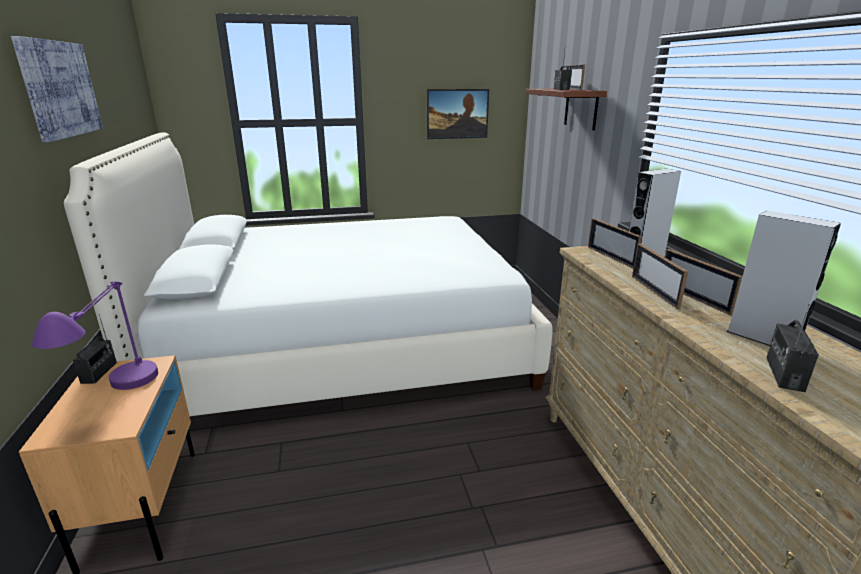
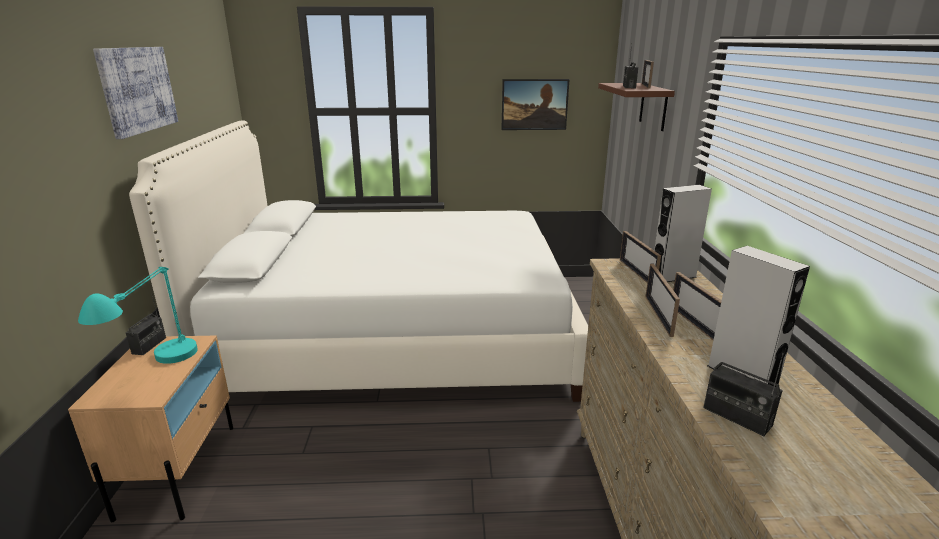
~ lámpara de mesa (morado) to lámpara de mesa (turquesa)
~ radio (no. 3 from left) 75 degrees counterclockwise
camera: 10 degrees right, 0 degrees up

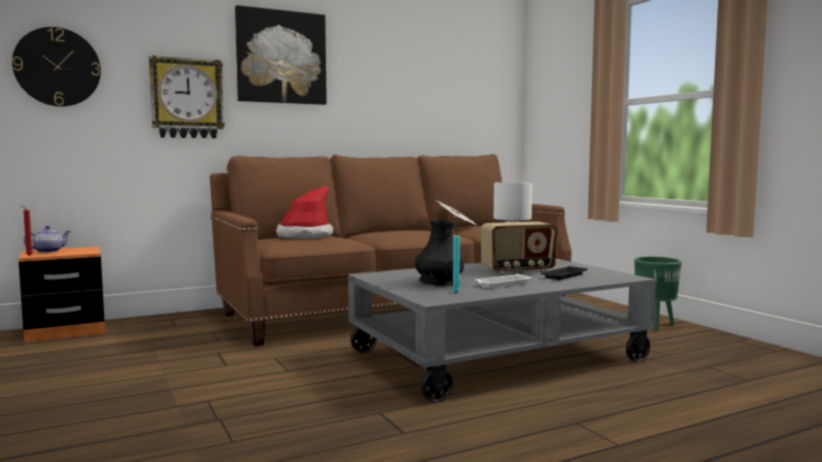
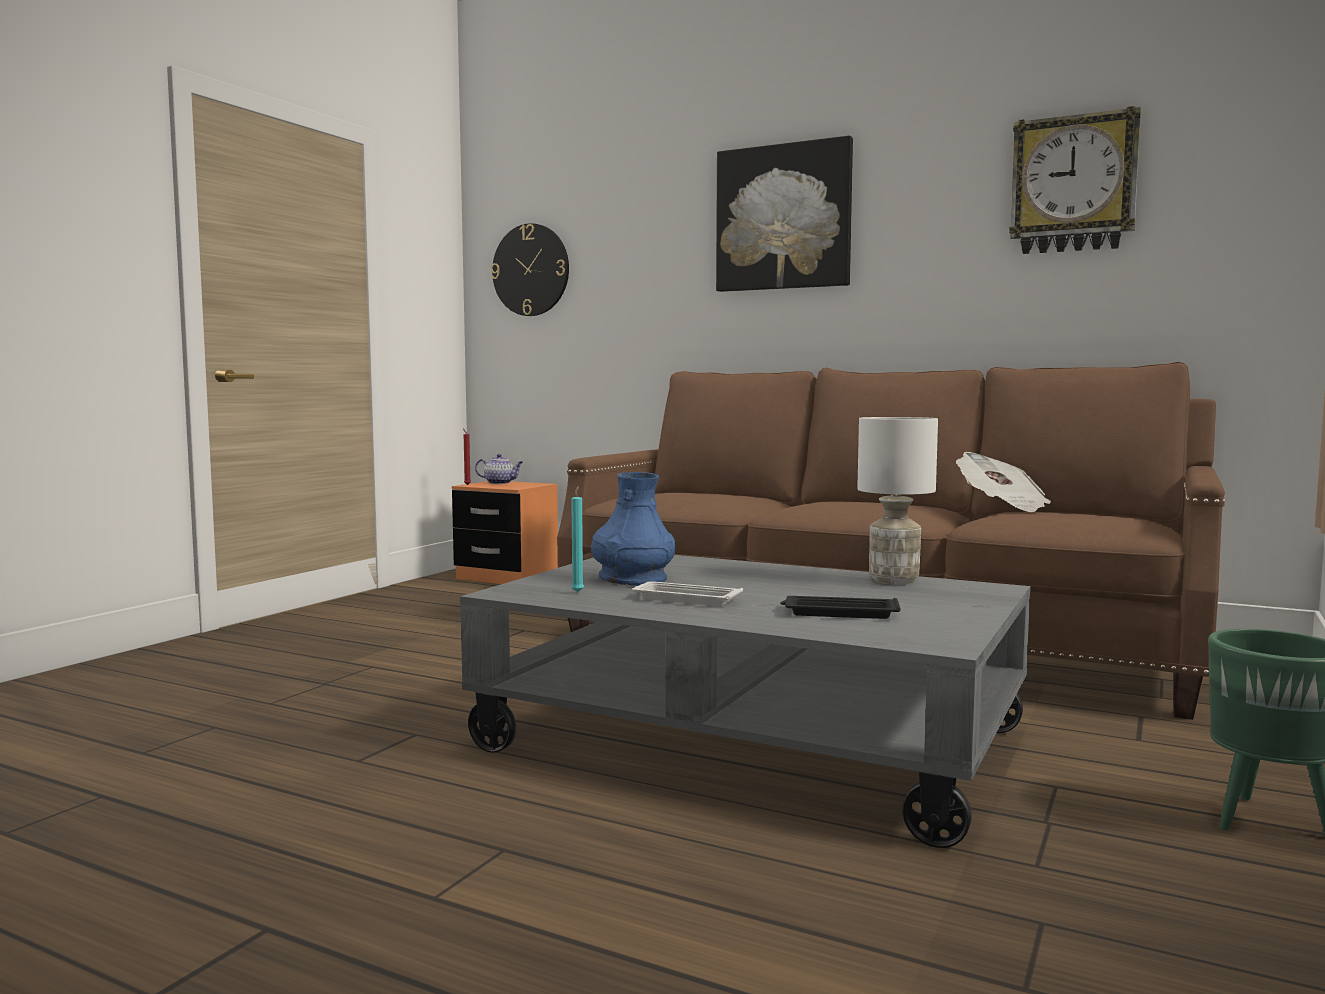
~ florero (negro) to florero (azul)
~ reloj de pared (no. 2 from left)
- sombrero
- radio
camera: 55 degrees right, 0 degrees up

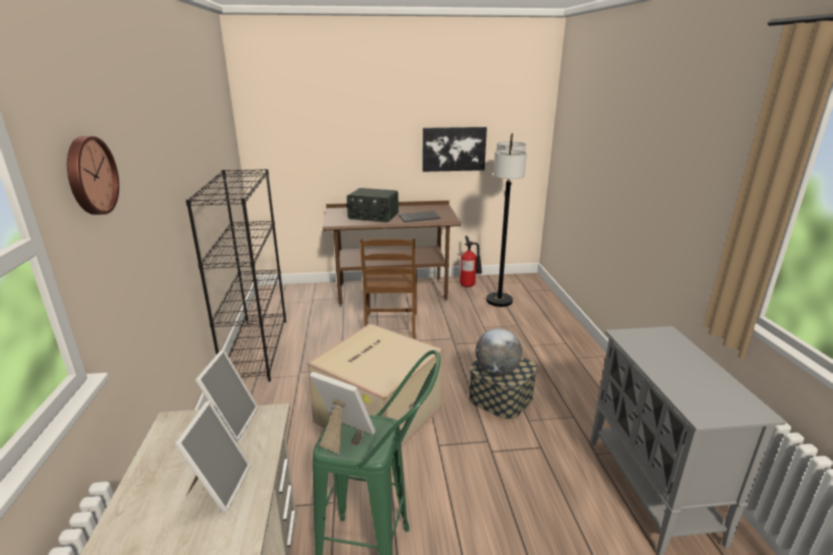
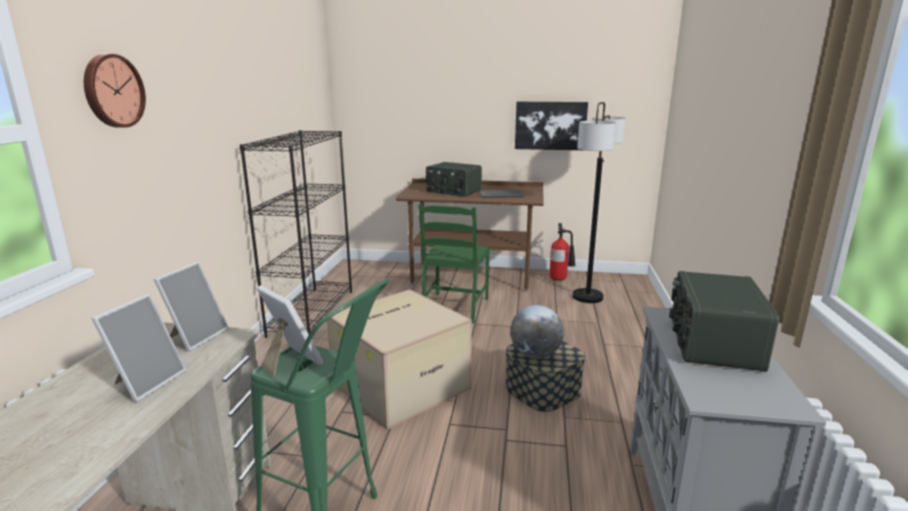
~ silla (marrón) to silla (verde)
+ radio (no. 2 from left)
camera: 15 degrees right, 5 degrees down

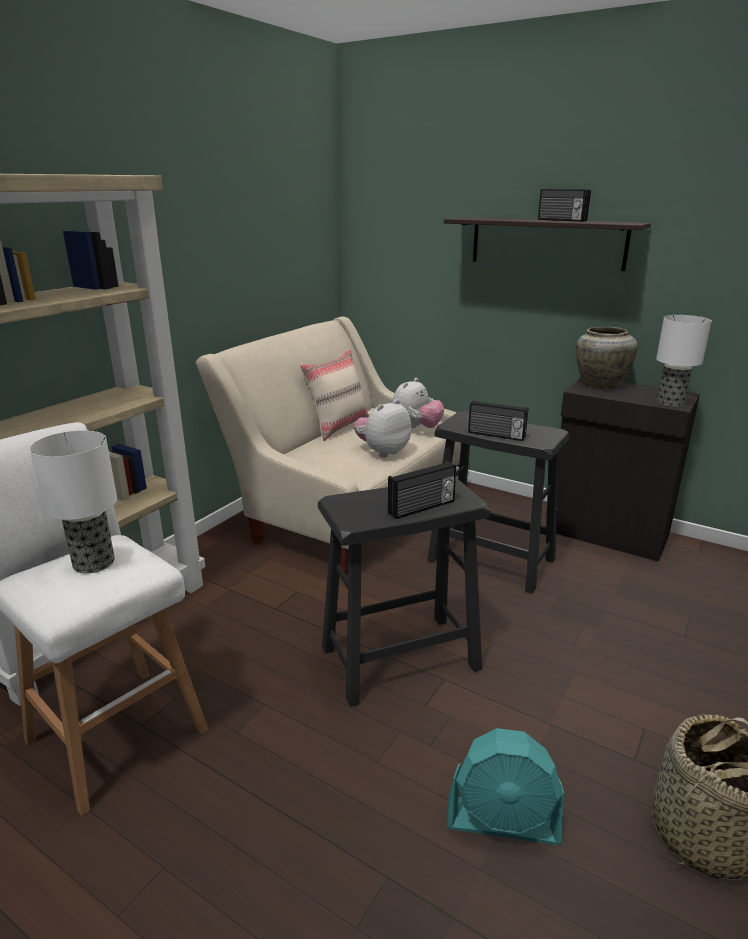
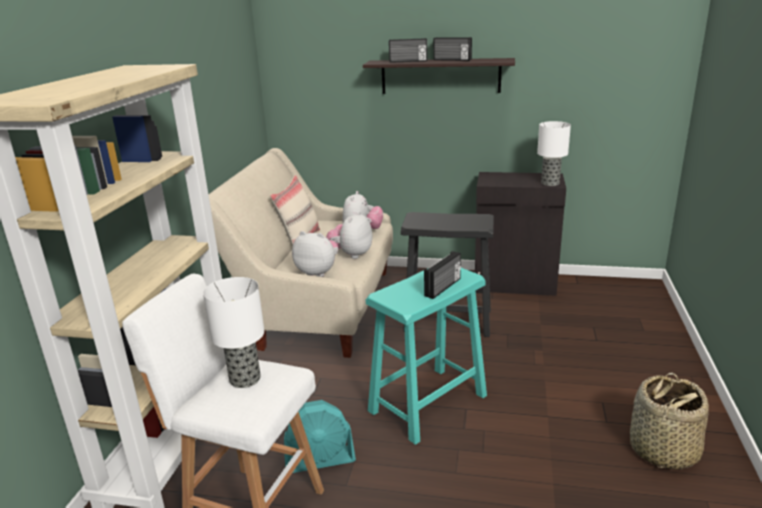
~ ventilador (turquesa)
+ peluche (no. 1 from left)
~ taburete (negro) (no. 1 from left) to taburete (turquesa)
~ radio (no. 2 from left in the first image) to radio (no. 1 from left)
- florero (beis)
camera: 20 degrees left, 0 degrees up

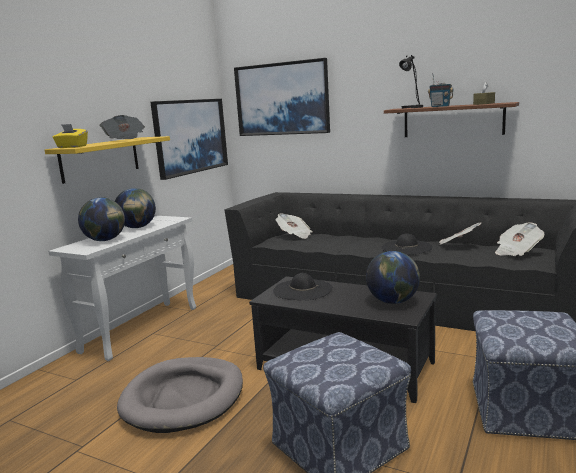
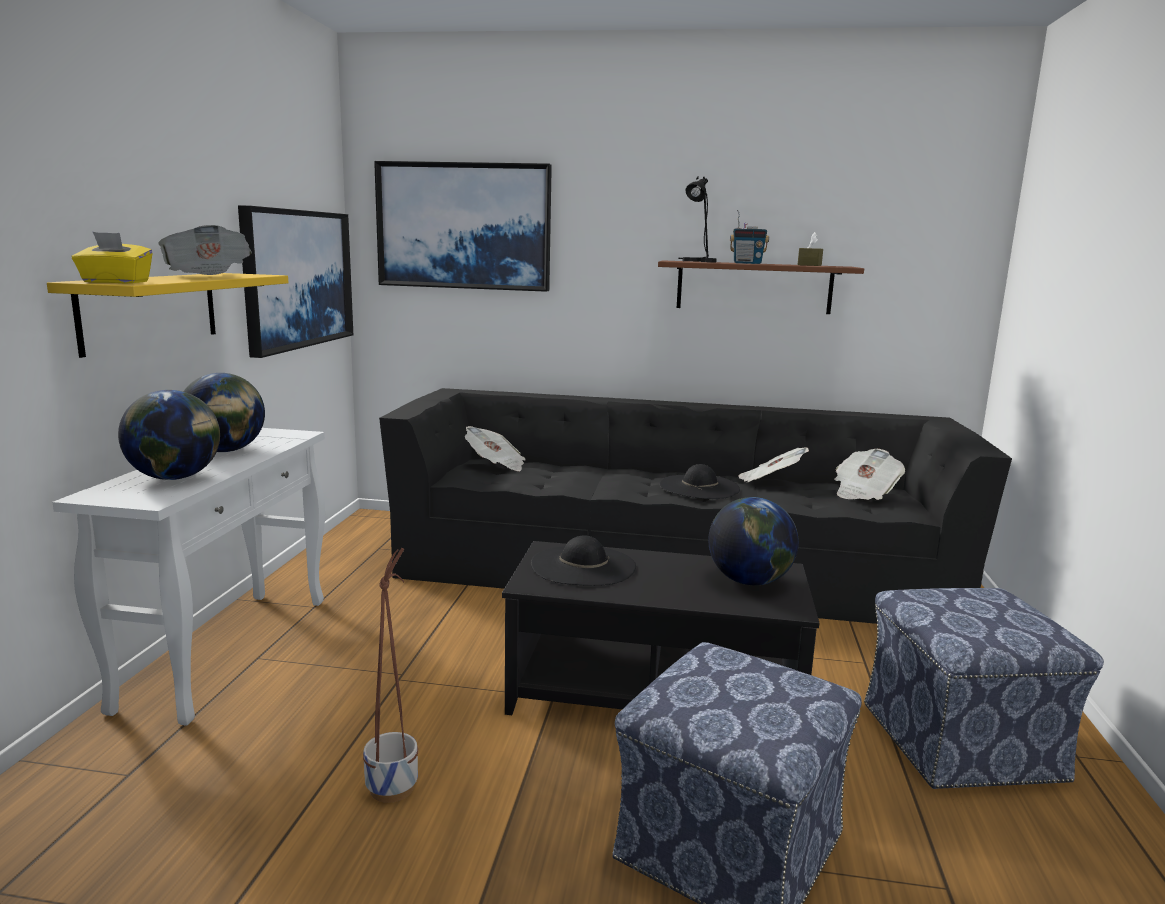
~ cama para perro (gris) to maceta
camera: 20 degrees left, 0 degrees up

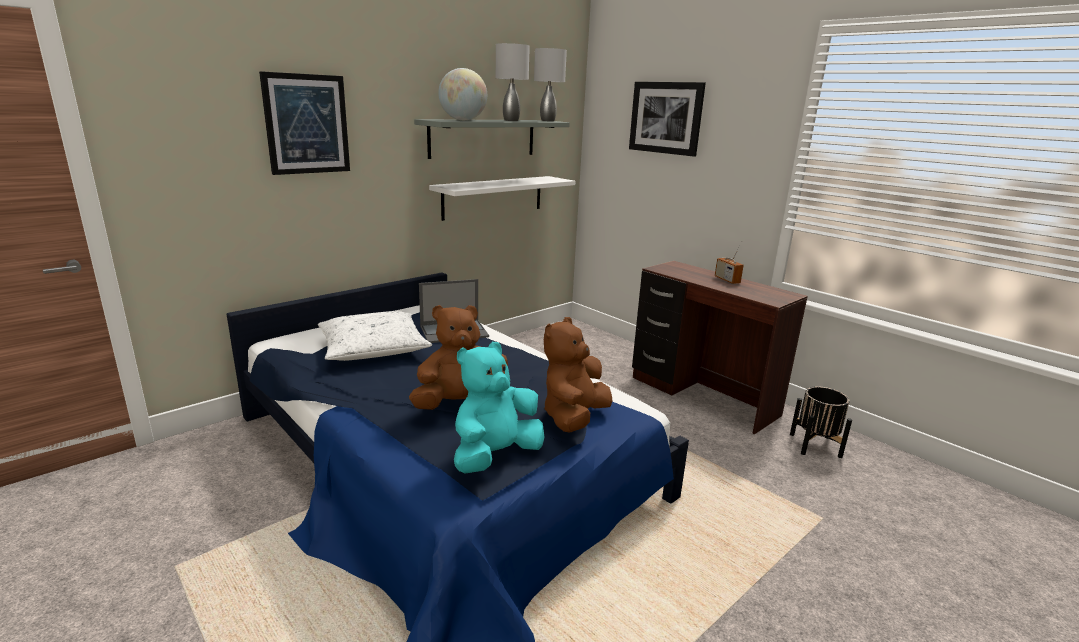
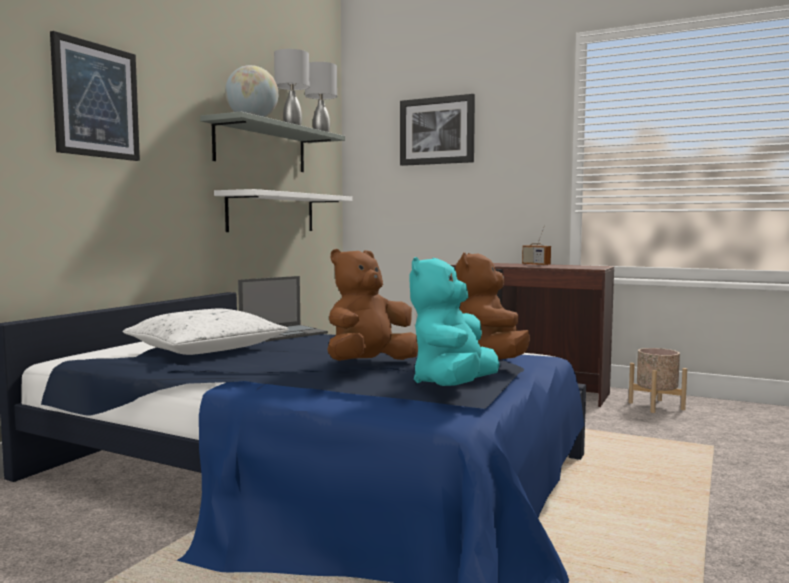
~ maceta (negro) to maceta (beis)
camera: 20 degrees left, 15 degrees down

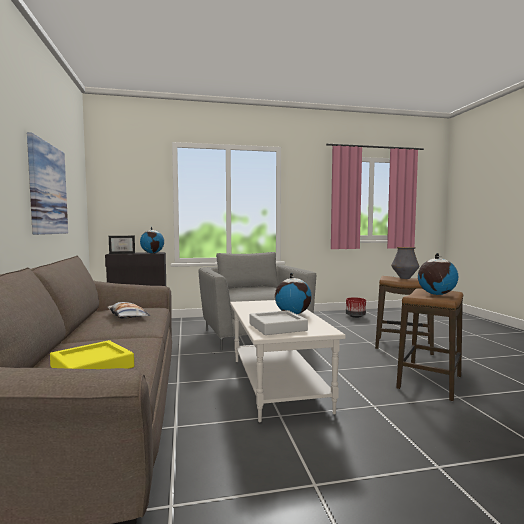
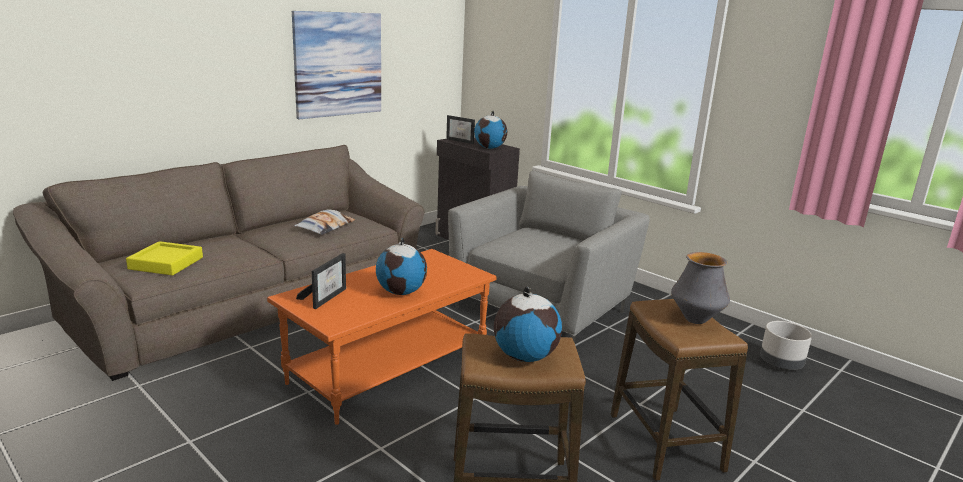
~ mesa de centro (blanco) to mesa de centro (naranja)
~ bandeja (gris) to portarretratos (no. 1 from left)
~ maceta (rojo) to maceta (gris)
camera: 55 degrees right, 15 degrees up

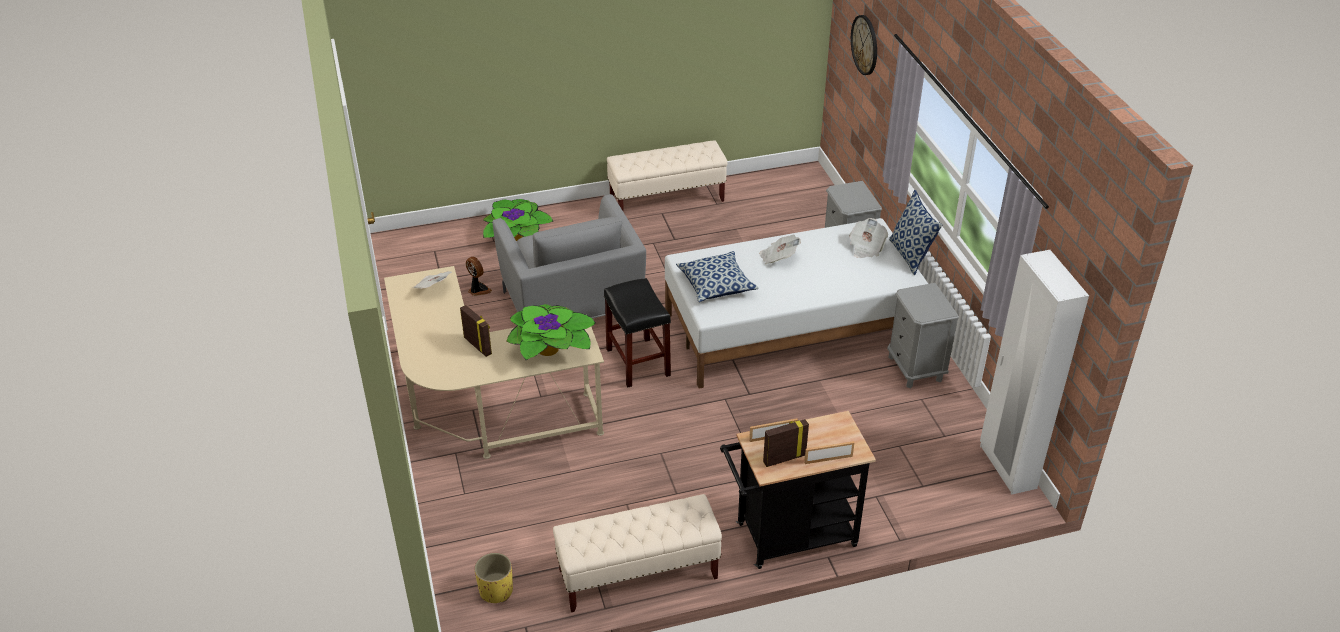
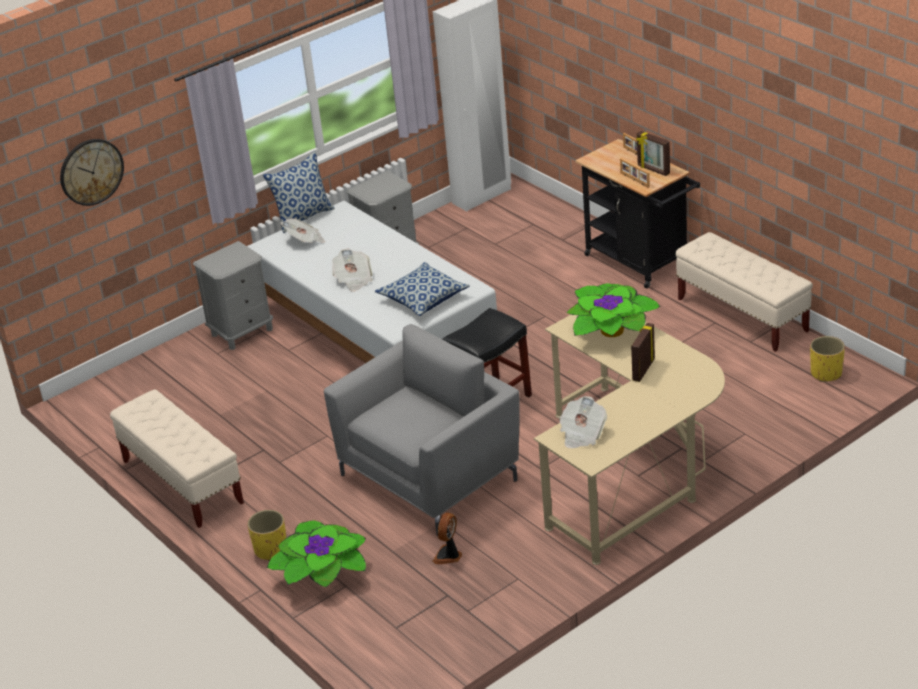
+ maceta (amarillo) (no. 1 from left)
camera: 110 degrees left, 5 degrees down

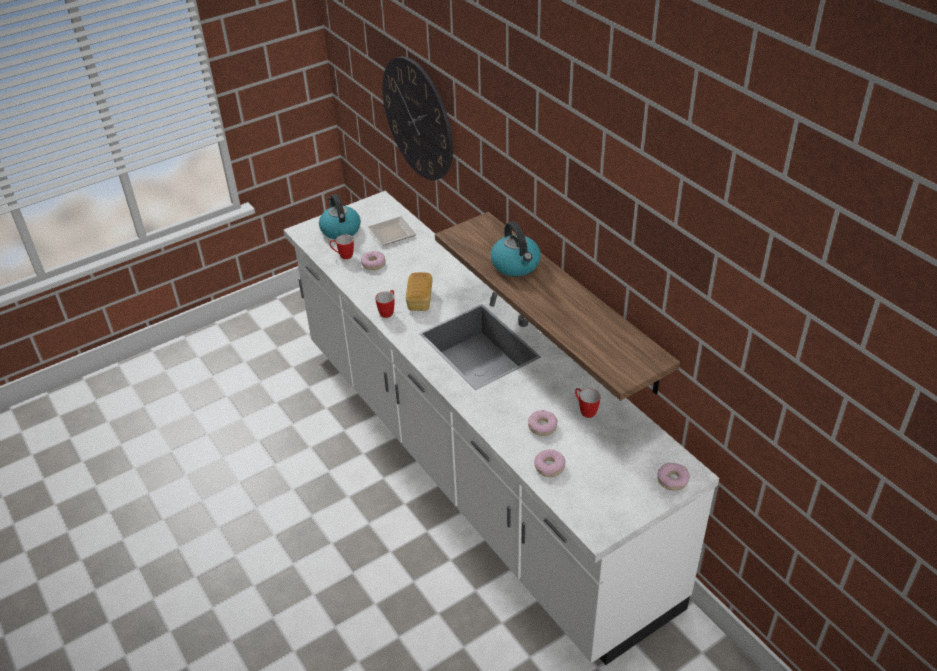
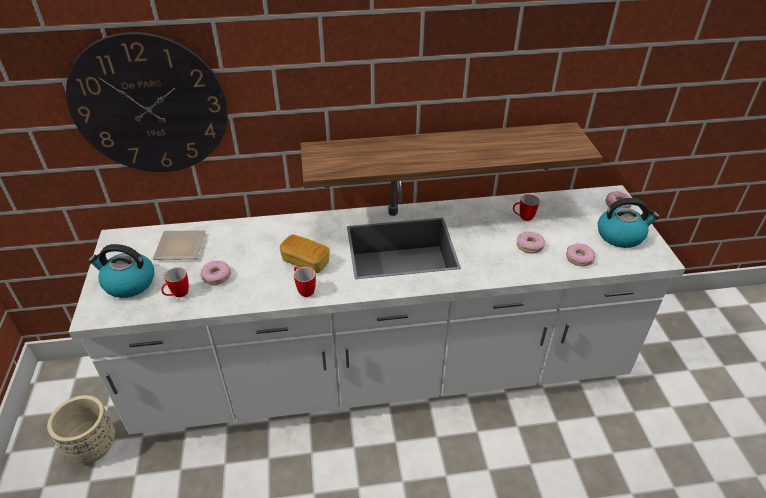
+ maceta (beis)
~ hervidor (no. 2 from left)
camera: 65 degrees left, 0 degrees up

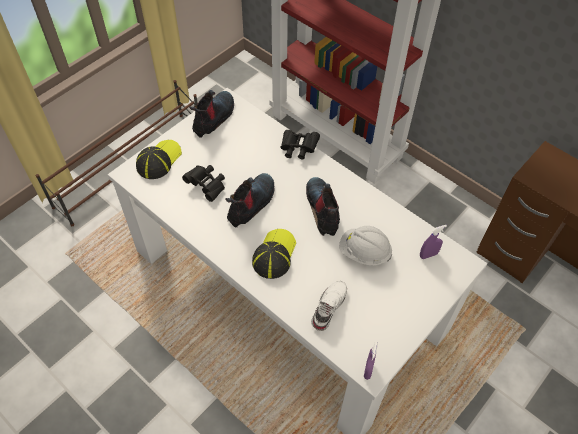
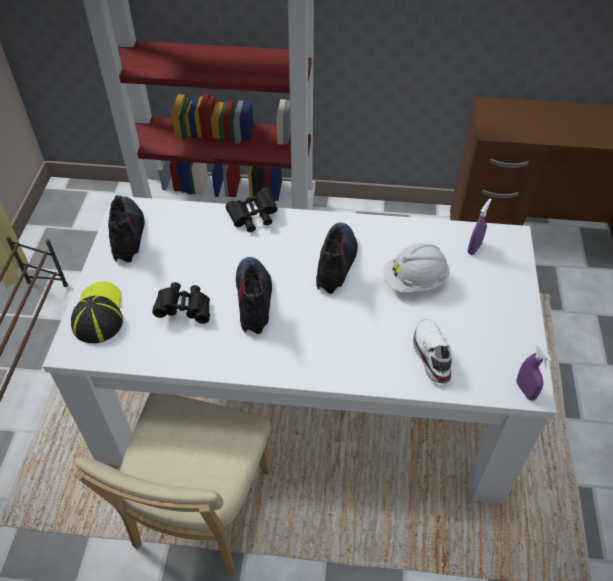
+ silla (beis)
~ bota (no. 3 from left) 60 degrees clockwise
- gorra (no. 2 from left)
camera: 35 degrees left, 5 degrees down

